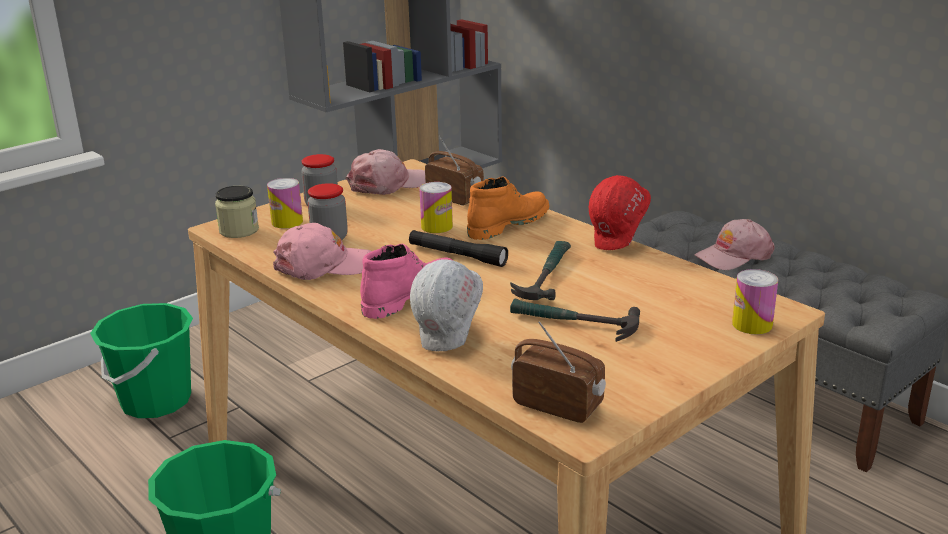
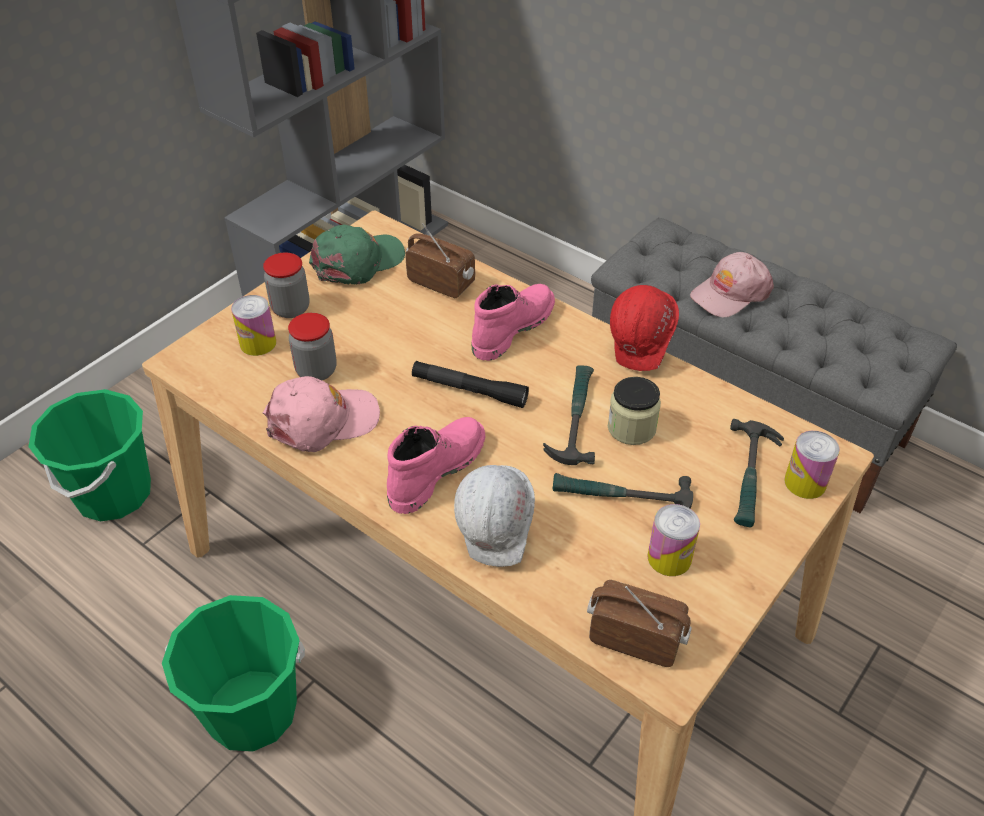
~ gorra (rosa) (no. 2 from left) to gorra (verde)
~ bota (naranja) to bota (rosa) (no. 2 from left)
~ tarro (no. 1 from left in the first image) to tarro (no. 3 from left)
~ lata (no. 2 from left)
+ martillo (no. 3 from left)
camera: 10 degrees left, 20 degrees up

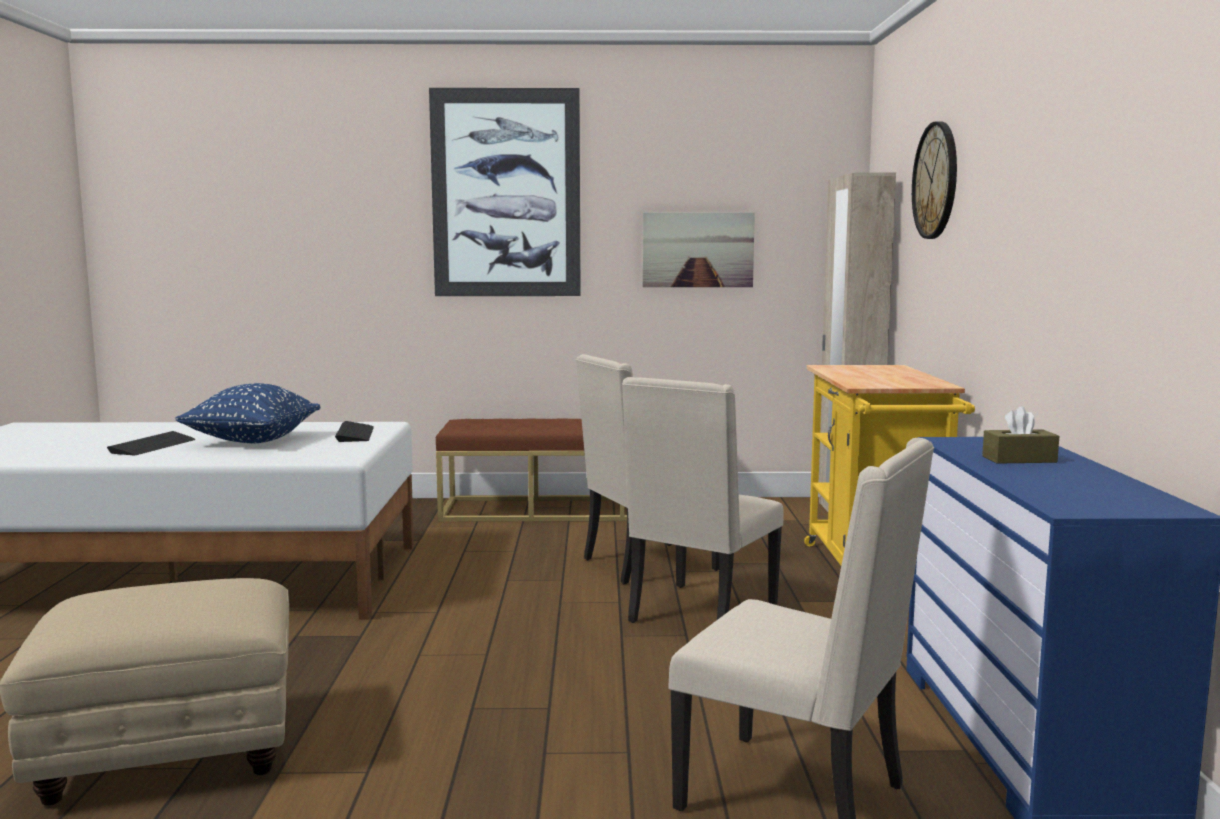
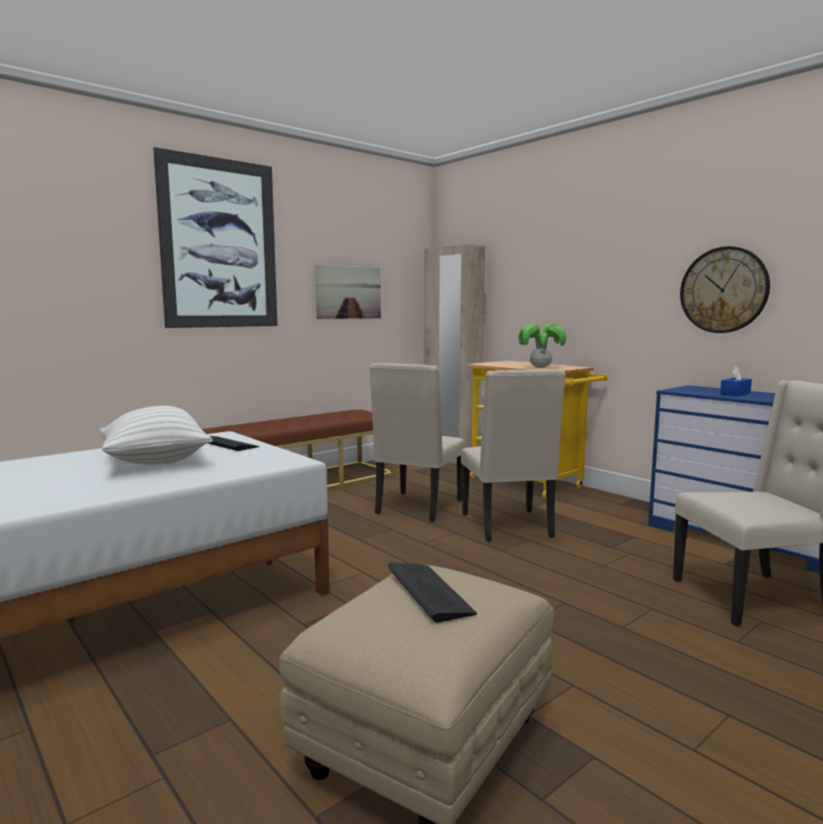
~ cojín (azul) to cojín (blanco)
~ teclado (no. 1 from left in the first image) to teclado (no. 2 from left)
+ planta en maceta
~ reloj de pared
~ caja de pañuelos (marrón) to caja de pañuelos (azul)
camera: 40 degrees left, 0 degrees up

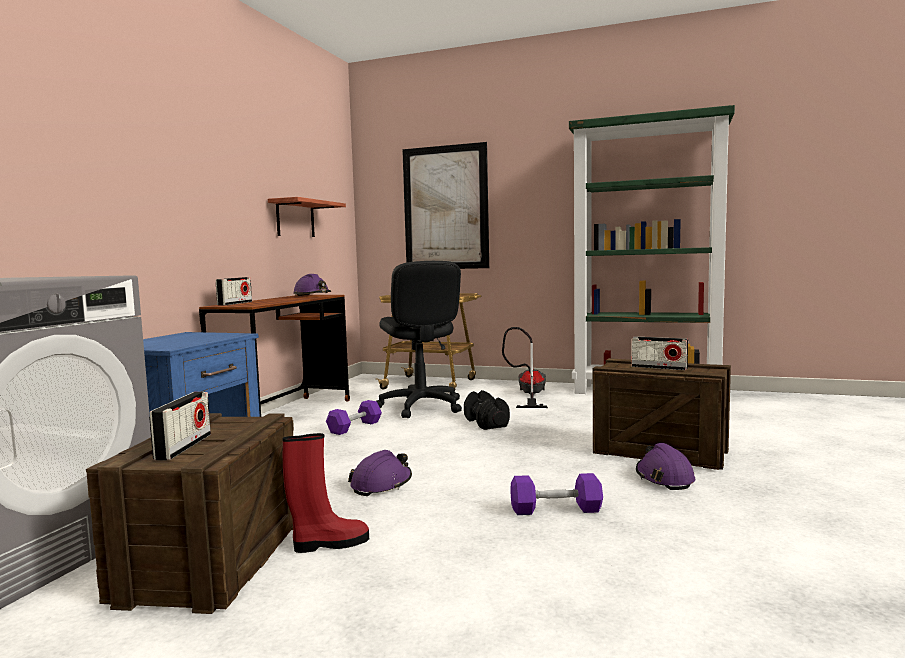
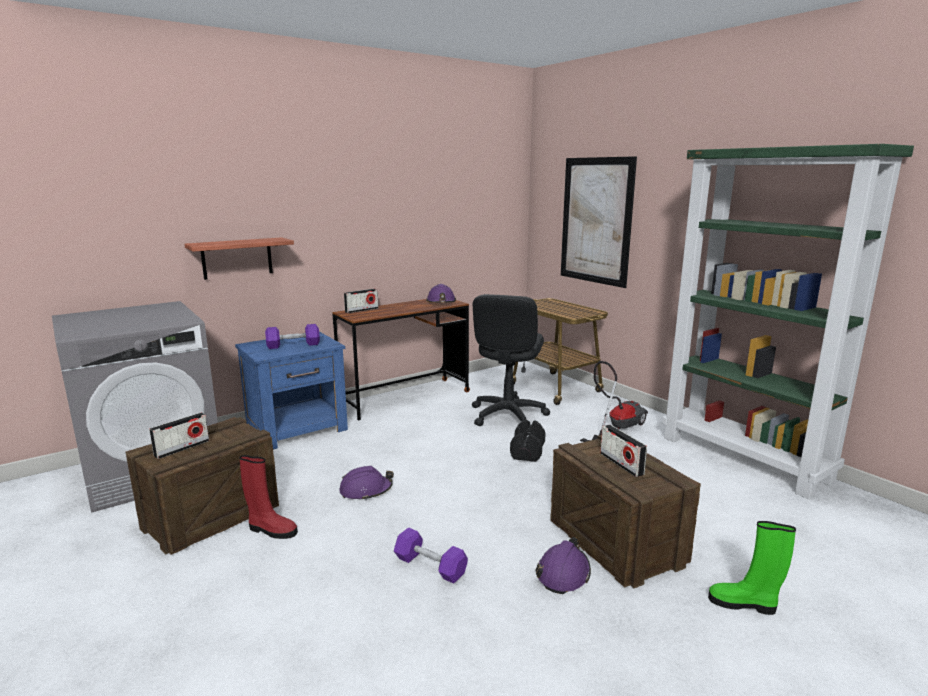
~ estante
~ mancuerna (morado) (no. 1 from left)
+ bota (verde)
camera: 35 degrees right, 10 degrees up

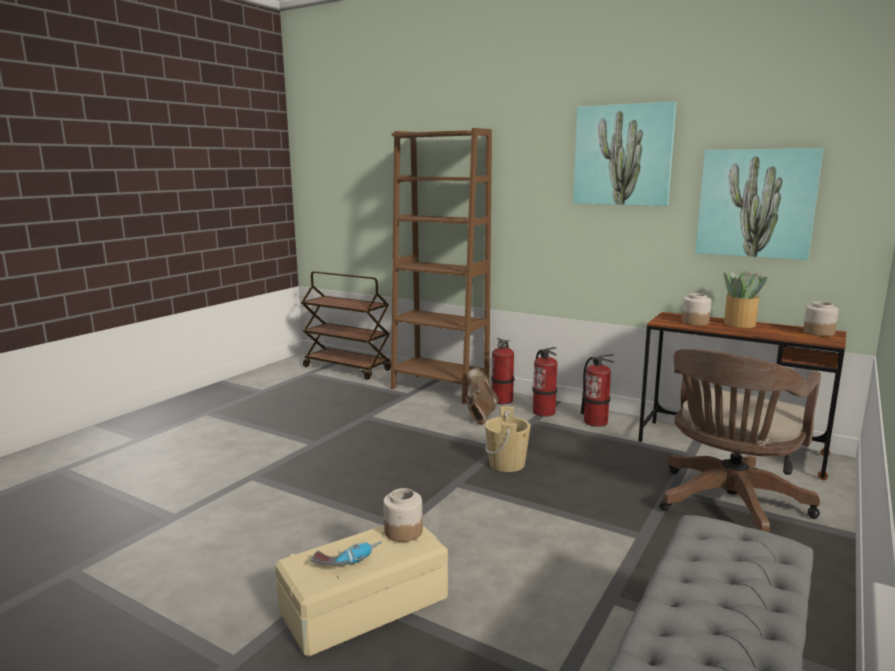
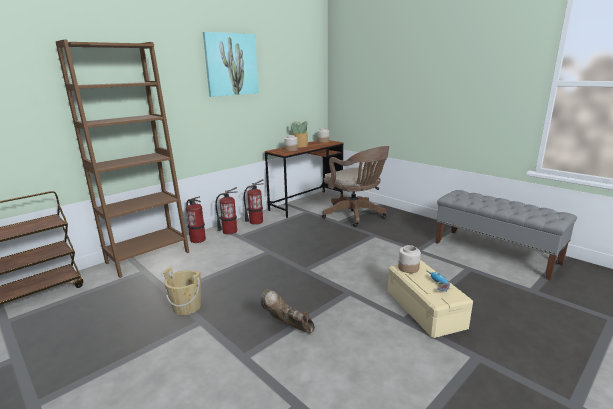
~ cubo (beis)
~ bota (marrón)
- cuadro (no. 2 from left)
camera: 75 degrees left, 5 degrees up

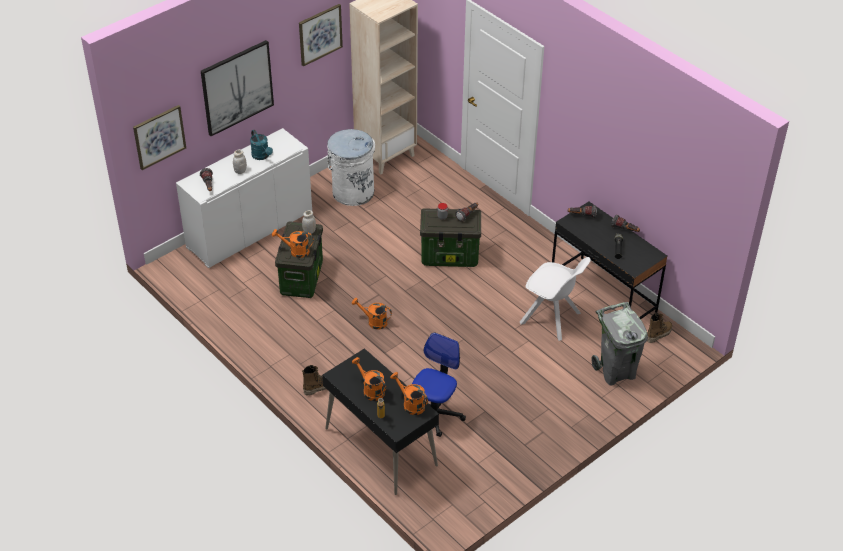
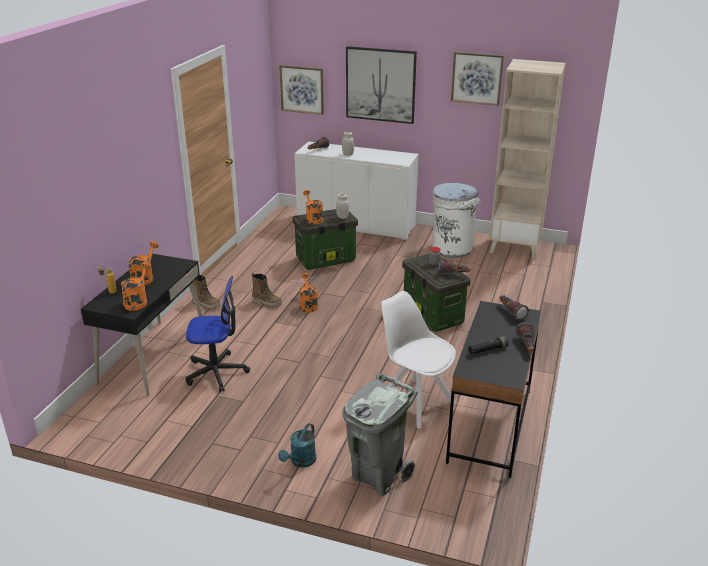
~ bota (no. 2 from left)
~ regadera (turquesa)
~ silla (blanco) 135 degrees clockwise
camera: 60 degrees right, 15 degrees down

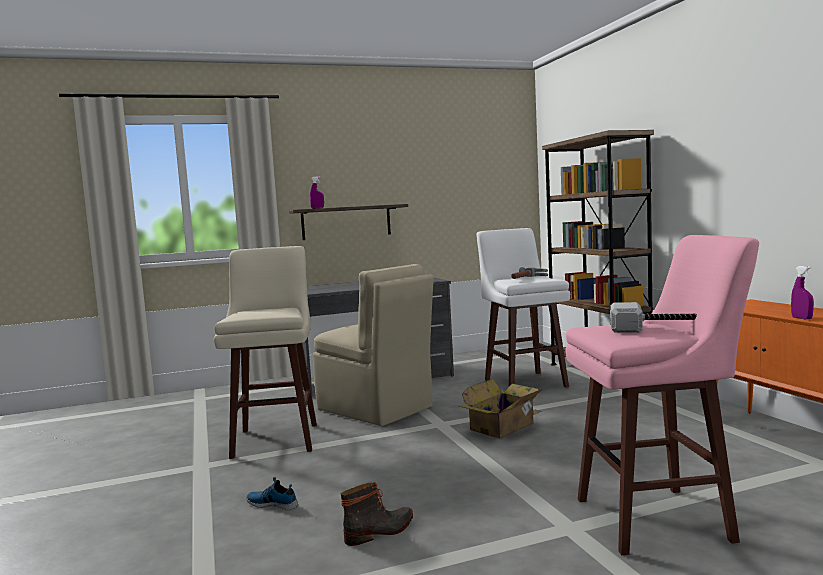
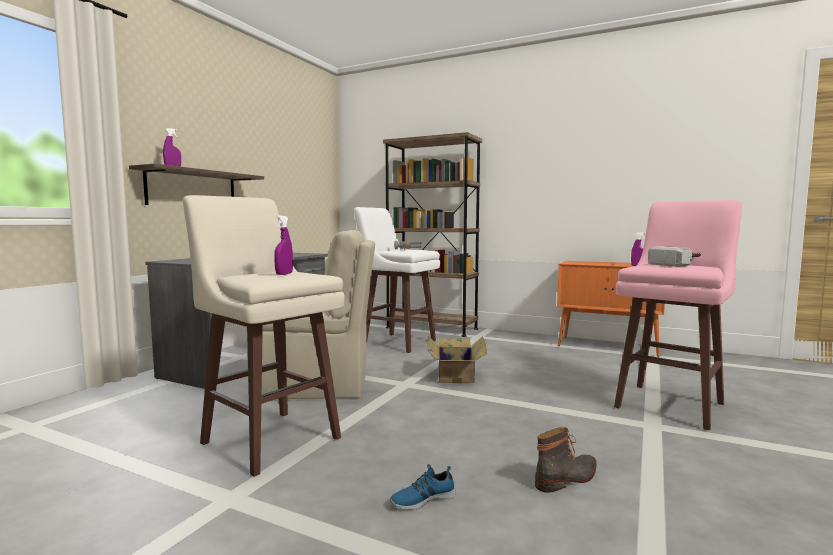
+ pulverizador (morado) (no. 2 from left)
~ bota 45 degrees clockwise
camera: 45 degrees left, 0 degrees up

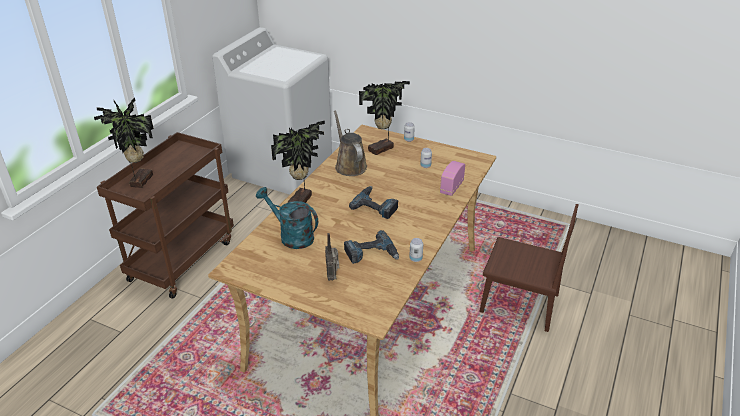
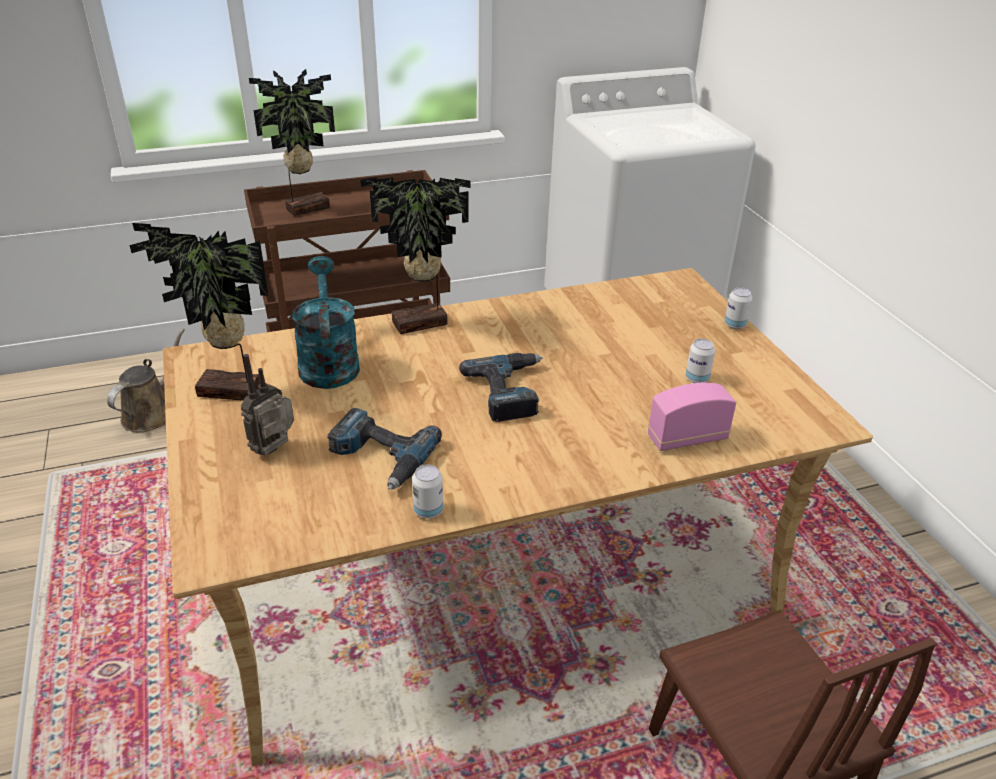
~ regadera (marrón)
~ planta en maceta (no. 3 from left in the first image) to planta en maceta (no. 1 from left)
camera: 45 degrees right, 0 degrees up

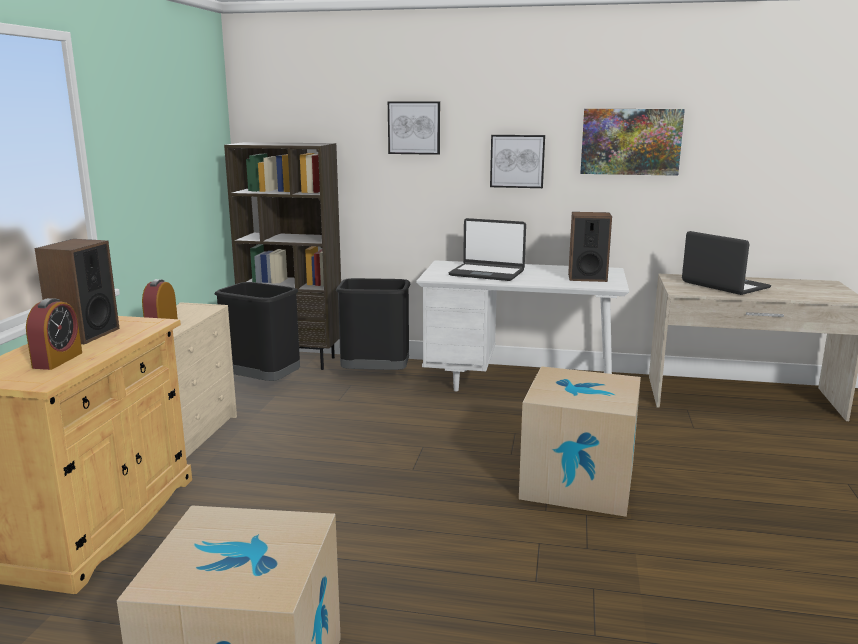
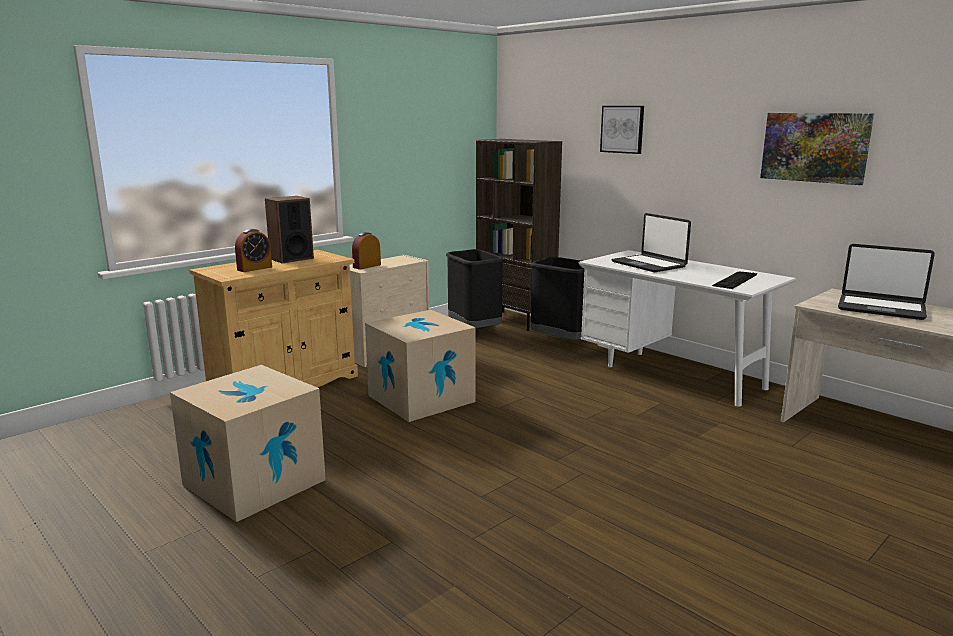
~ caja de cartón (no. 2 from left)
~ altavoz (no. 2 from left) to teclado
~ portátil (no. 2 from left) 120 degrees clockwise
- cuadro (no. 2 from left)
camera: 35 degrees right, 0 degrees up

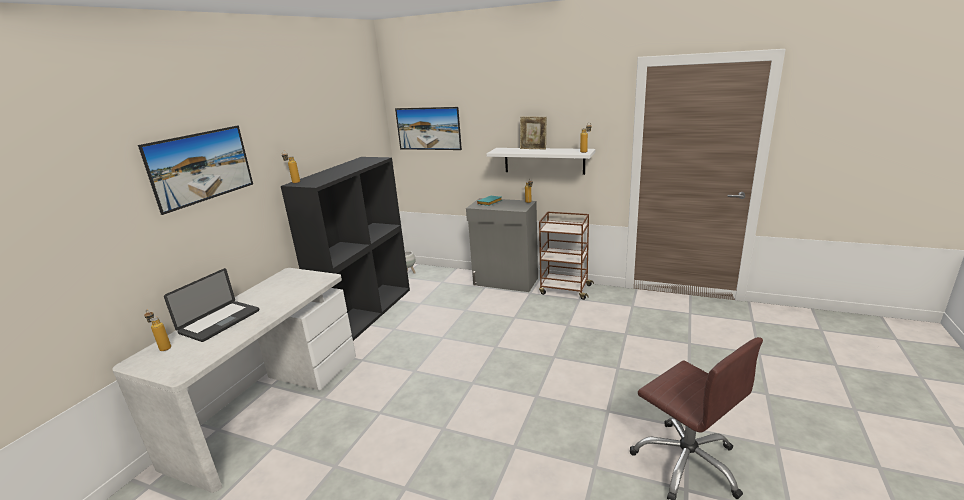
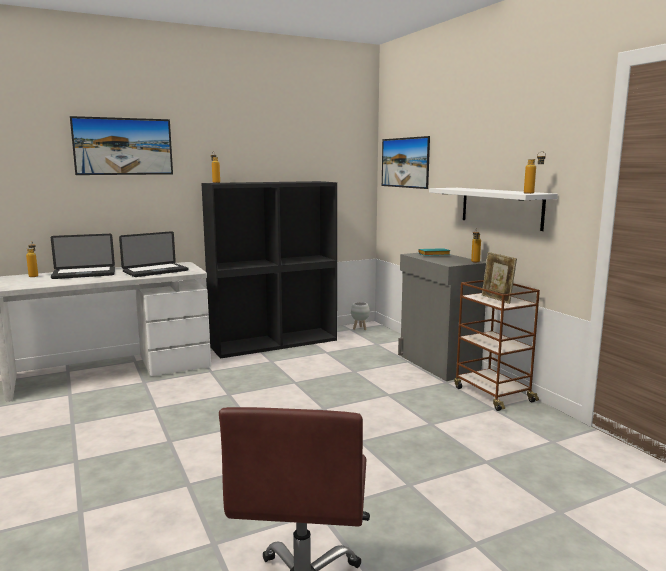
+ portátil (no. 2 from left)
~ portarretratos
camera: 40 degrees right, 10 degrees down

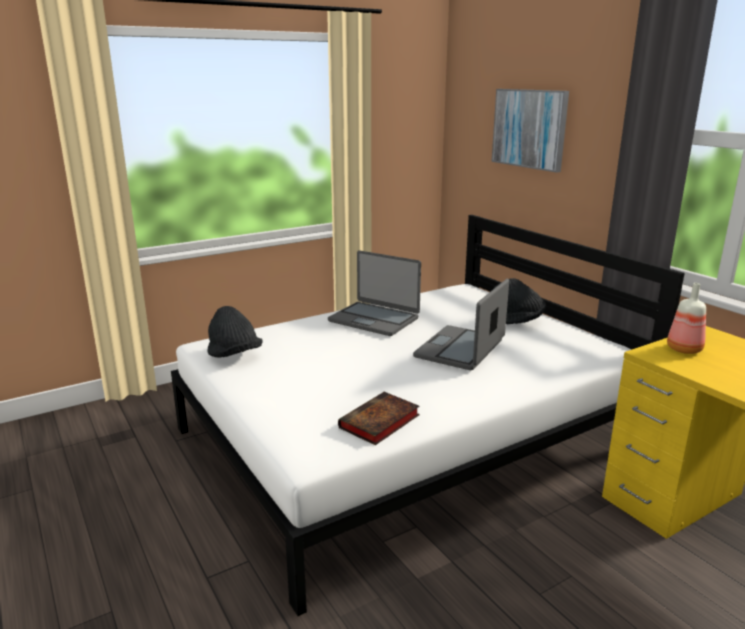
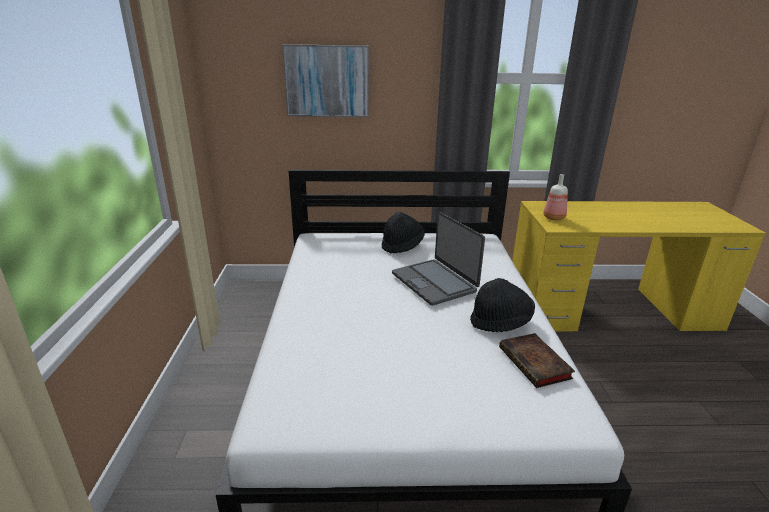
~ sombrero (negro) (no. 1 from left in the first image) to sombrero (negro) (no. 2 from left)
- portátil (no. 1 from left)
camera: 60 degrees left, 5 degrees up

